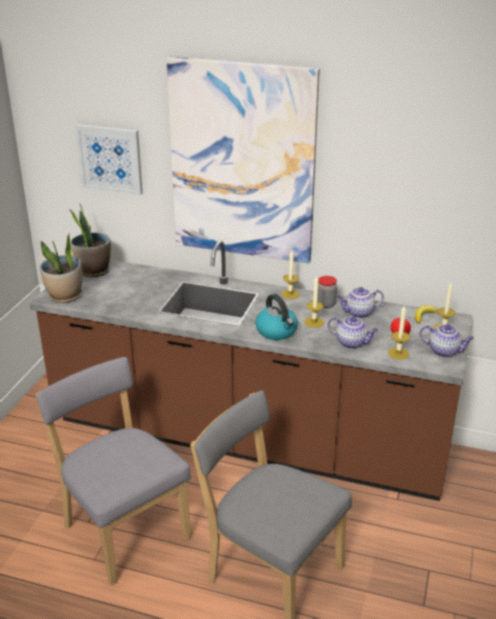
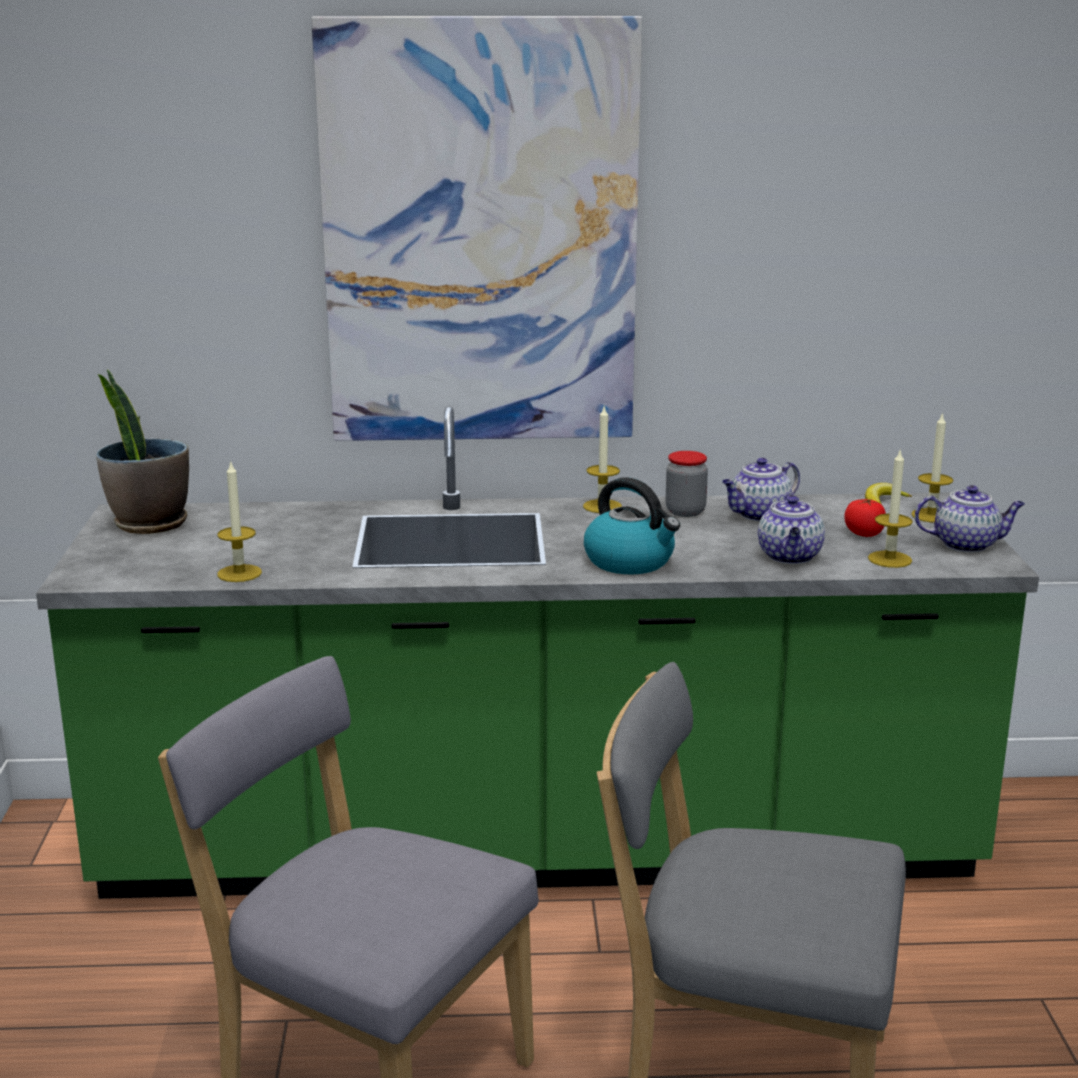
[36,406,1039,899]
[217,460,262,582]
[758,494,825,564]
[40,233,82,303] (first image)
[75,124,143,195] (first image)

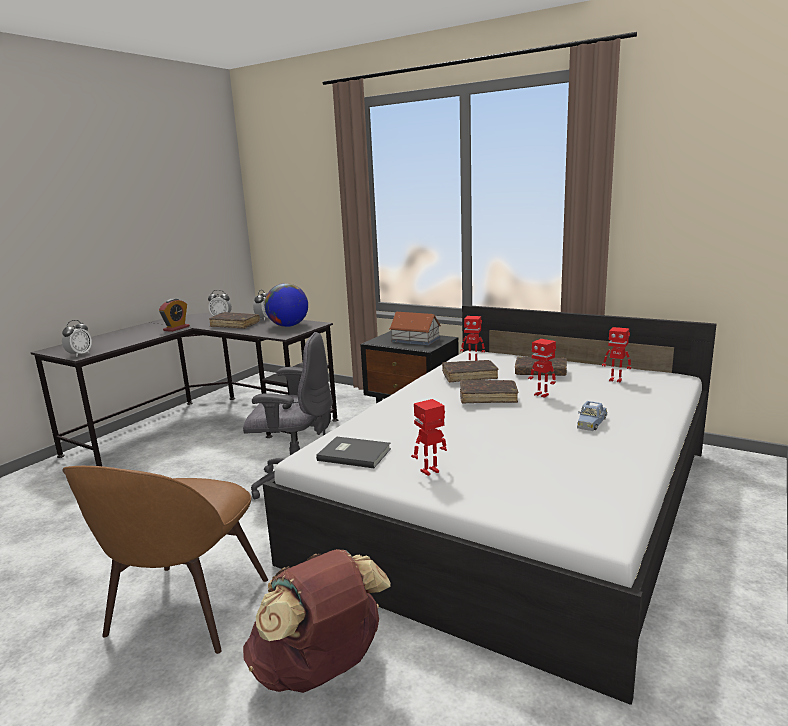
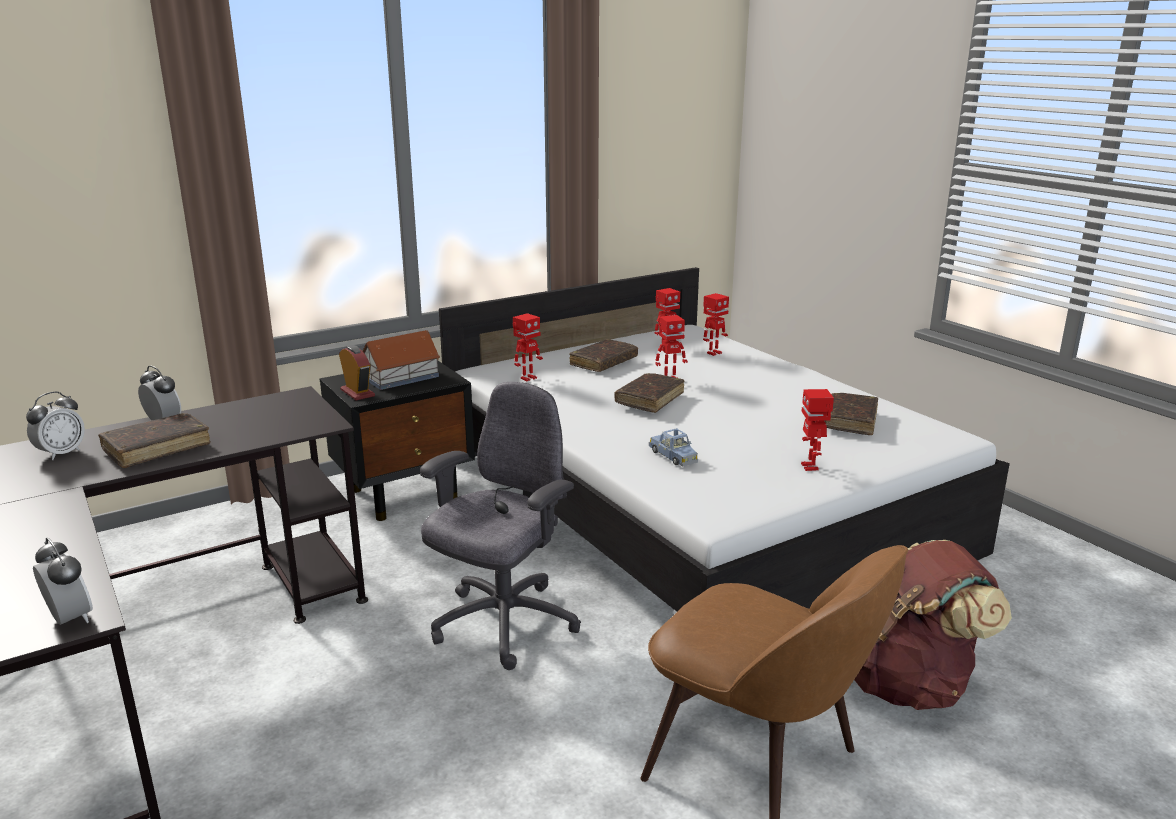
[339,345,375,401]
[649,428,698,467]
[703,293,729,356]
[824,393,878,435]
[264,283,308,327] (first image)
[316,436,391,468] (first image)

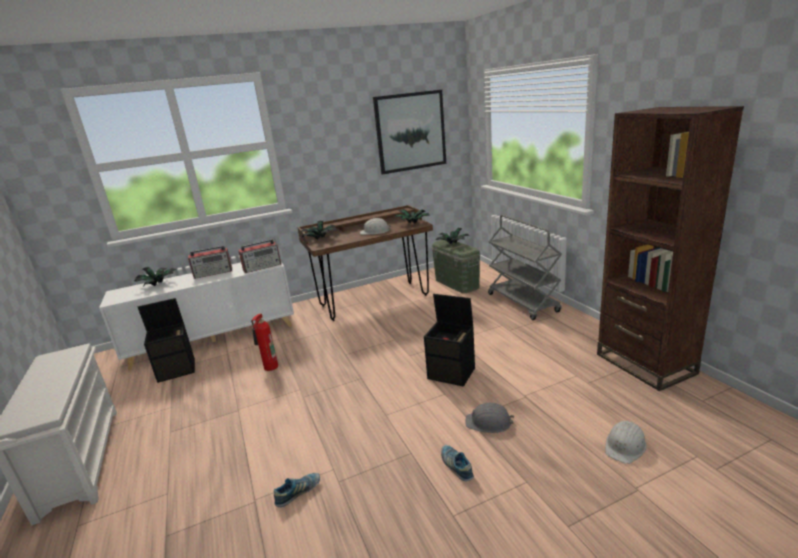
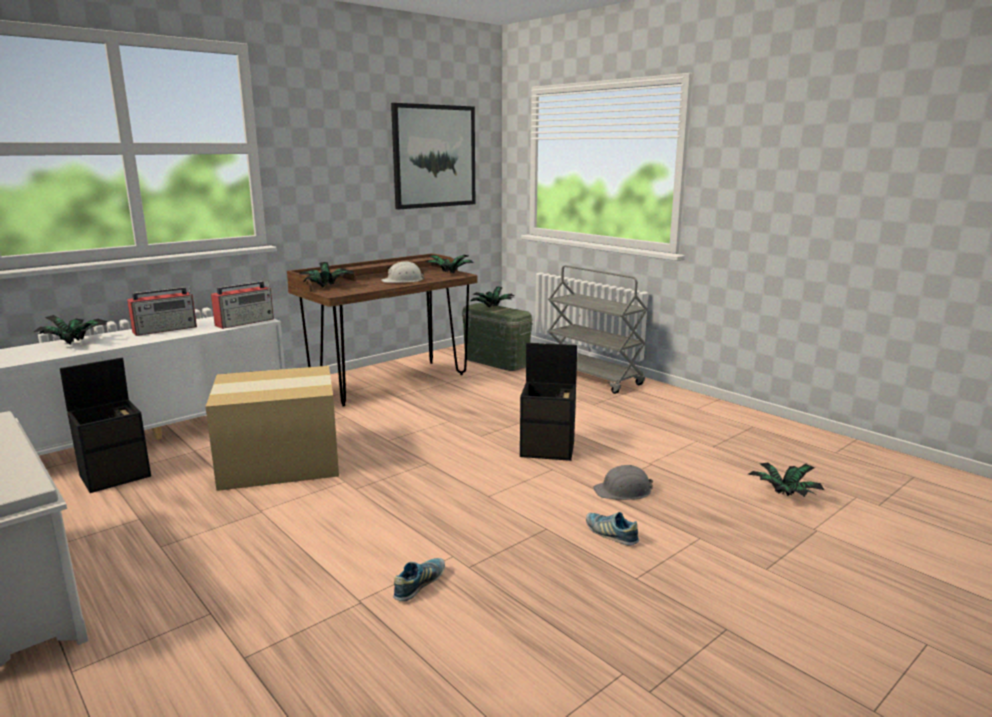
[205,366,339,491]
[748,462,824,497]
[597,106,744,391] (first image)

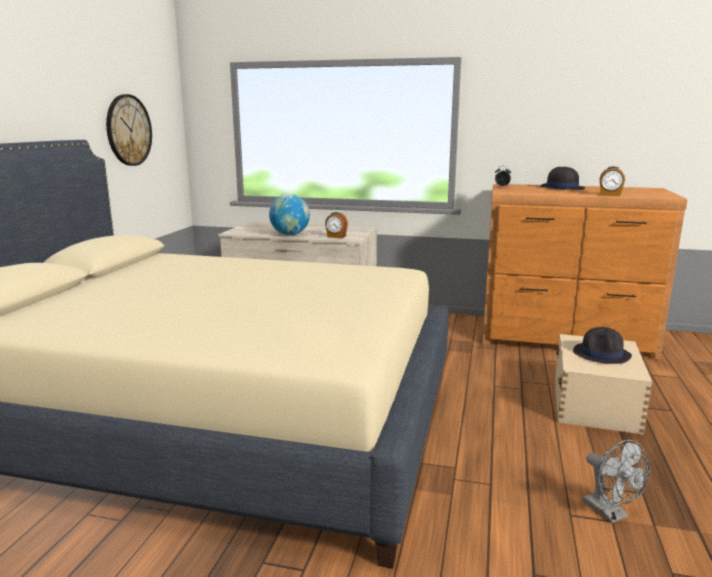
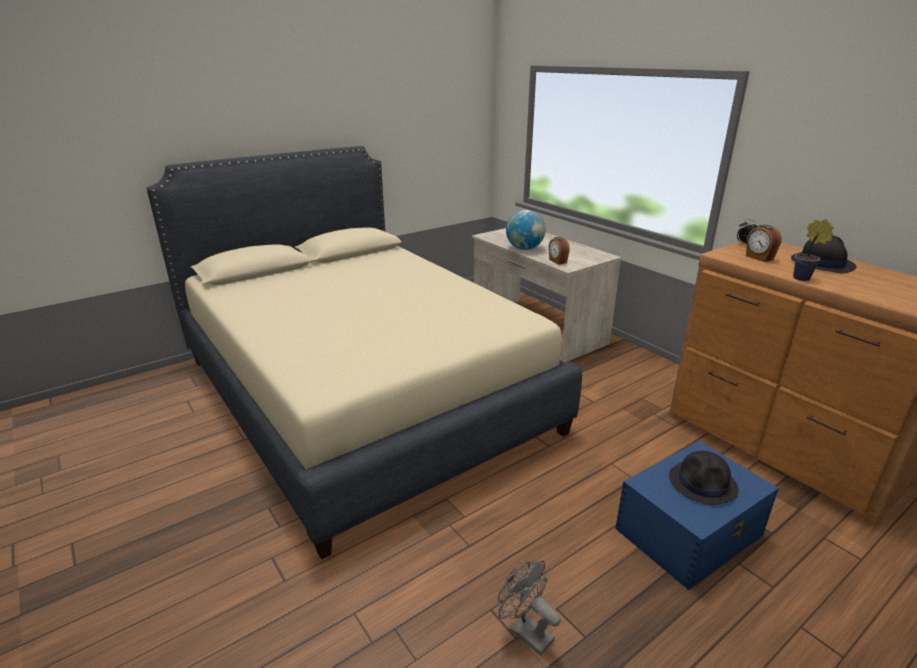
[498,560,561,656]
[615,441,779,590]
[746,225,782,262]
[793,219,834,281]
[106,94,152,166] (first image)

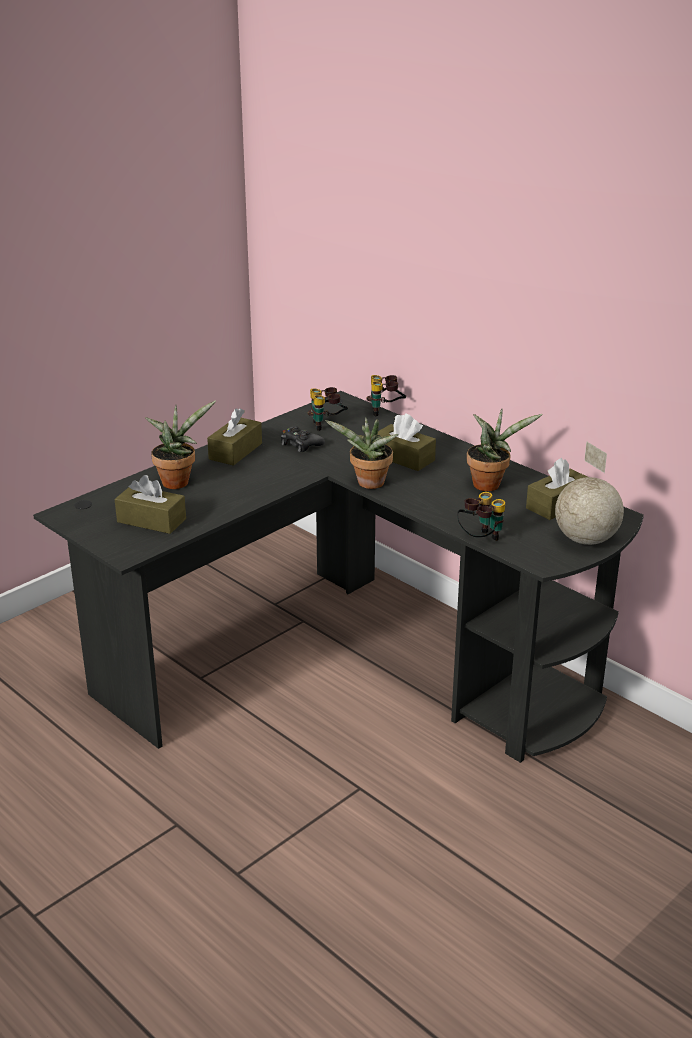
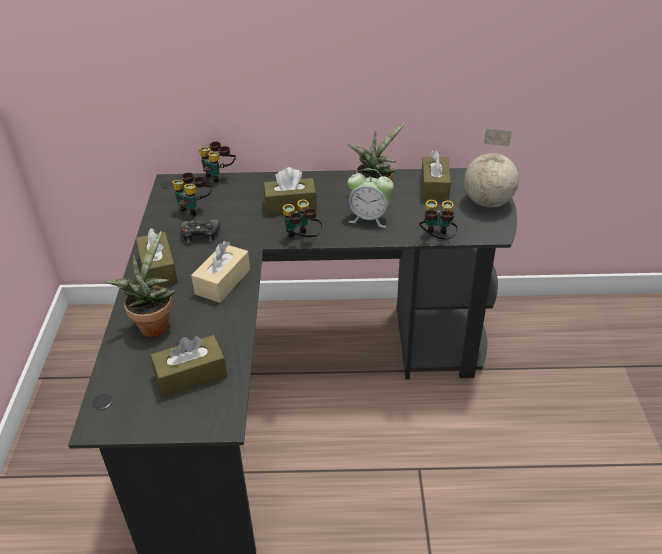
[191,241,250,303]
[283,199,323,238]
[347,168,394,228]

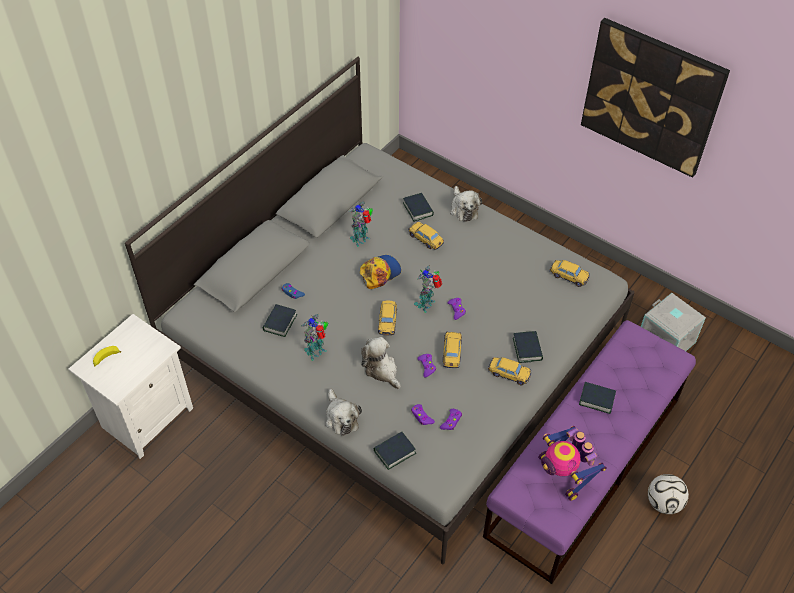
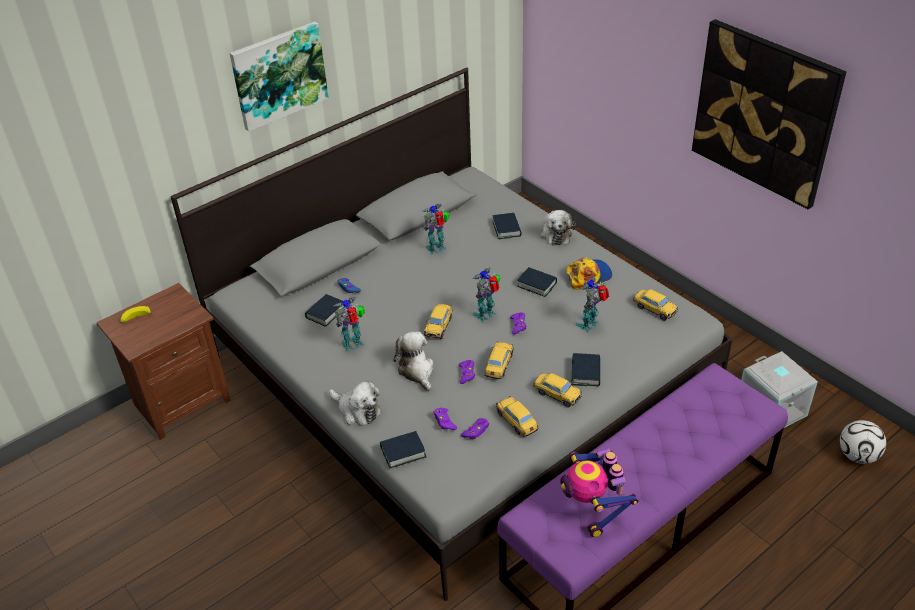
[96,283,231,440]
[230,21,329,132]
[329,381,381,425]
[496,396,539,437]
[517,267,557,297]
[566,257,612,290]
[576,276,609,334]
[840,420,886,464]

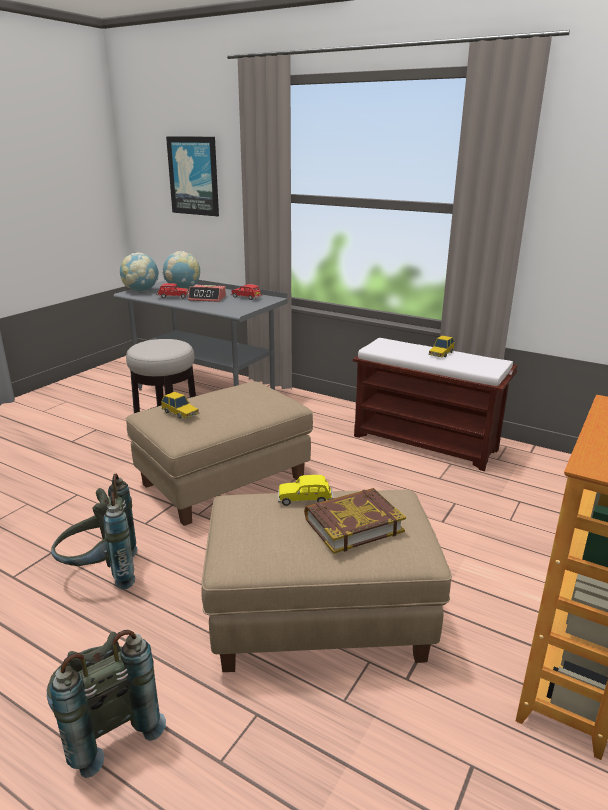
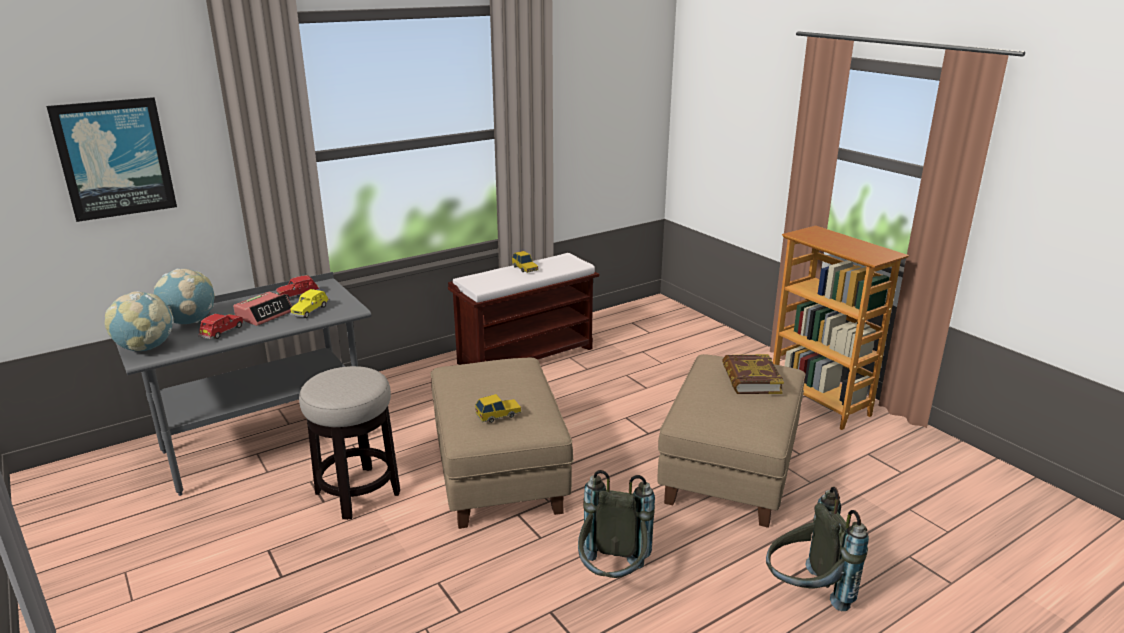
[290,289,330,318]

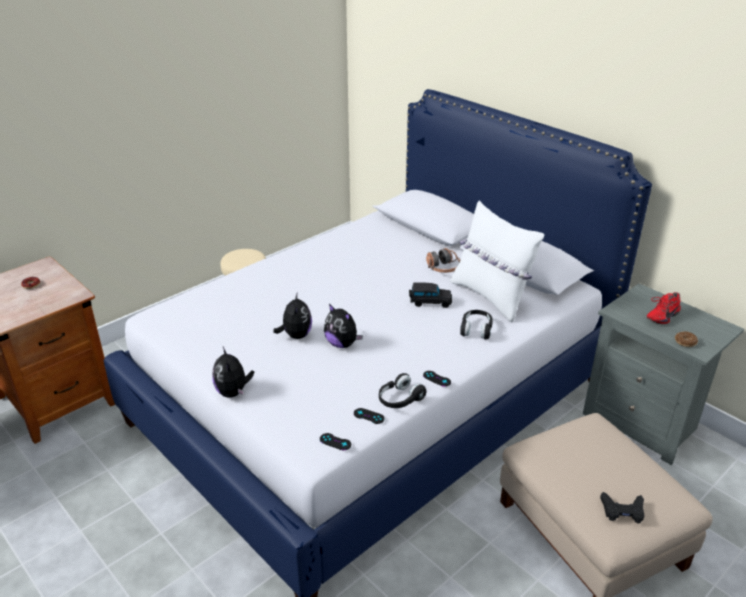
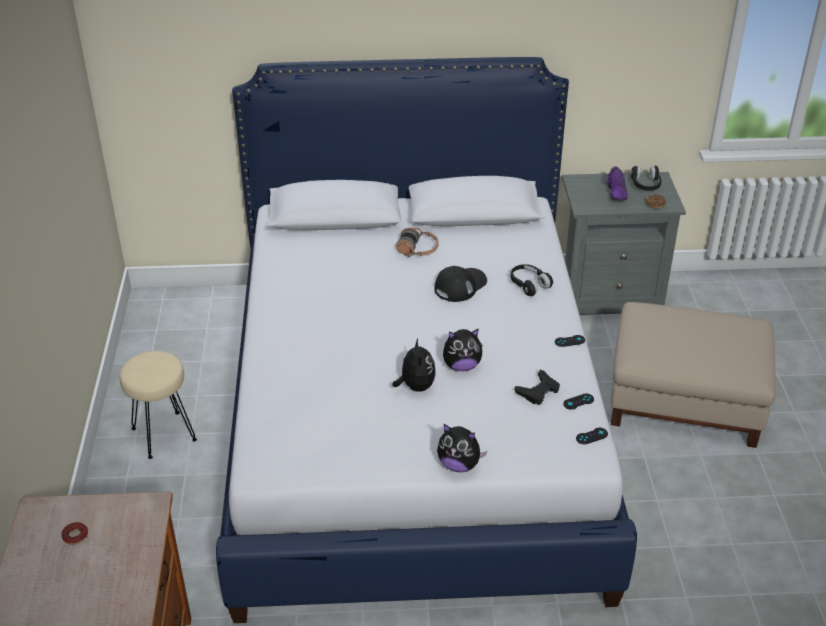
[393,338,436,392]
[434,266,487,302]
[515,369,560,405]
[604,166,628,201]
[631,166,661,190]
[450,200,544,323] (first image)

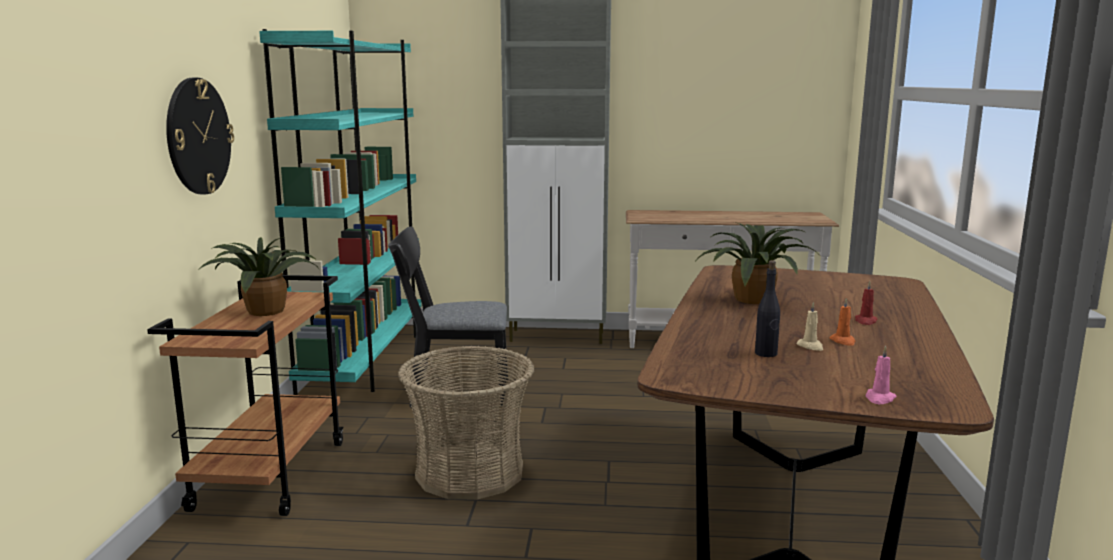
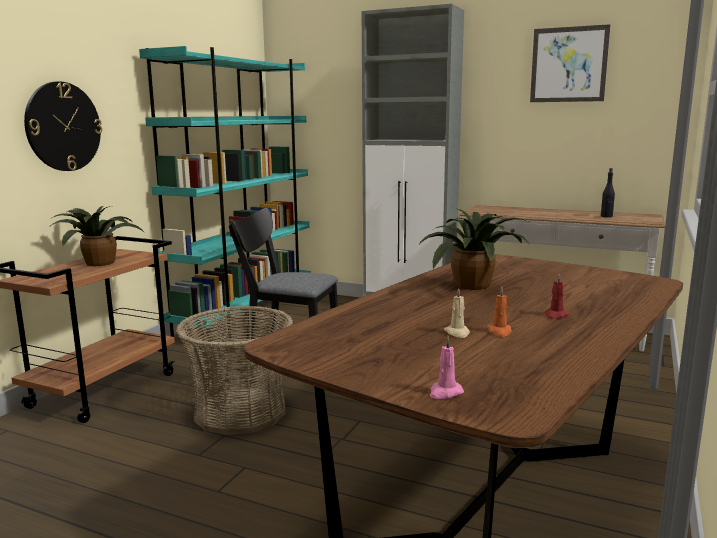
[530,24,610,102]
[601,168,615,218]

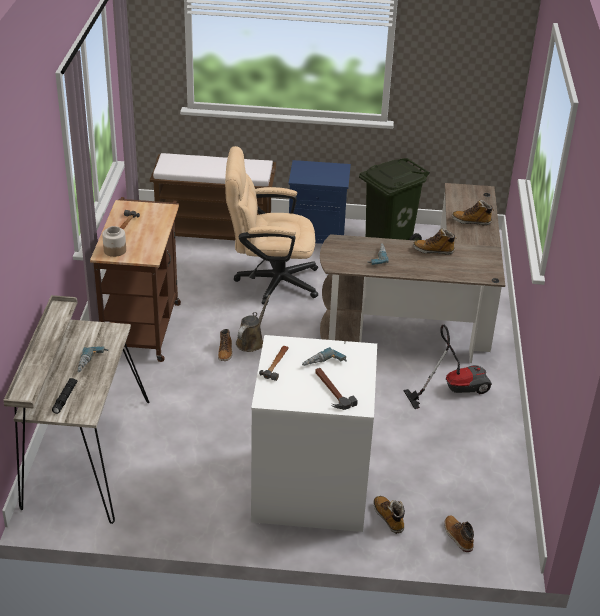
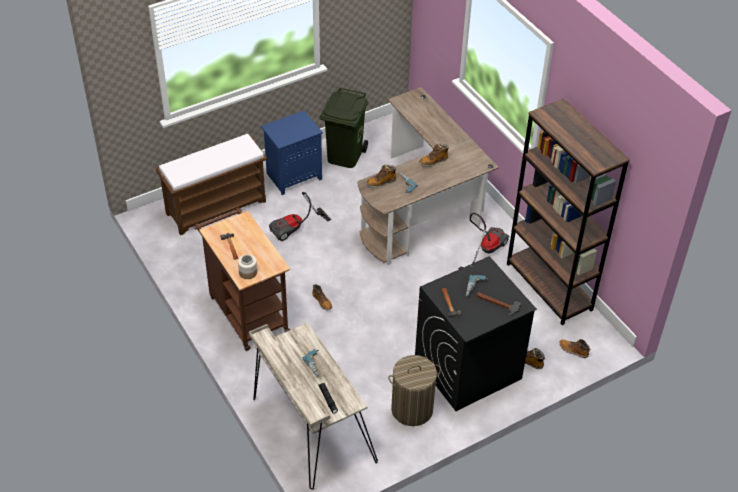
[269,192,331,241]
[366,165,397,188]
[388,355,441,426]
[415,256,537,411]
[507,98,630,325]
[236,295,271,352] (first image)

